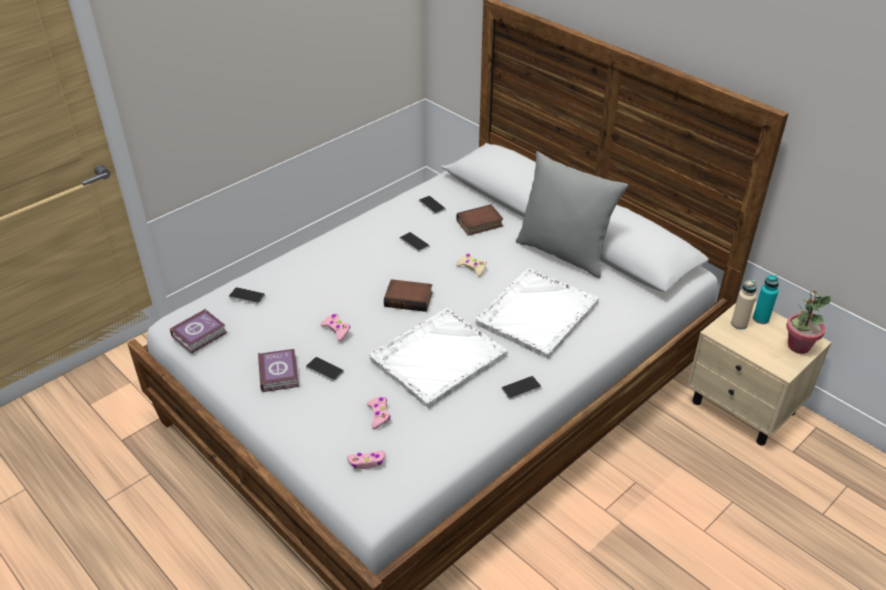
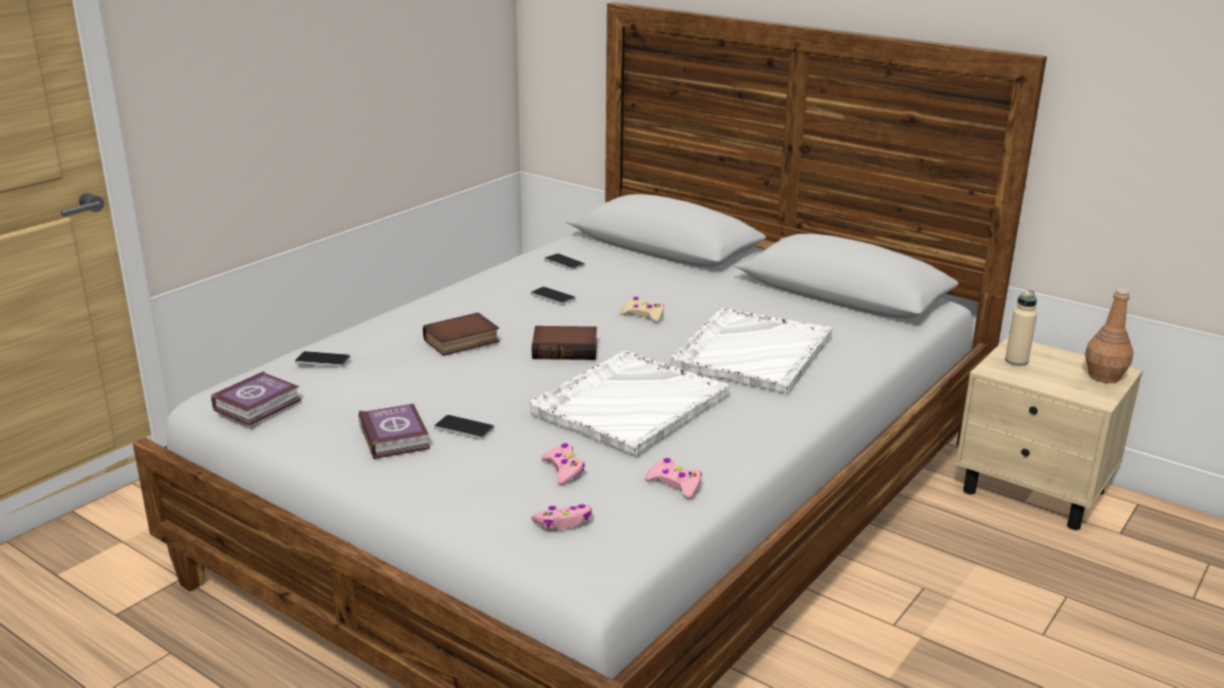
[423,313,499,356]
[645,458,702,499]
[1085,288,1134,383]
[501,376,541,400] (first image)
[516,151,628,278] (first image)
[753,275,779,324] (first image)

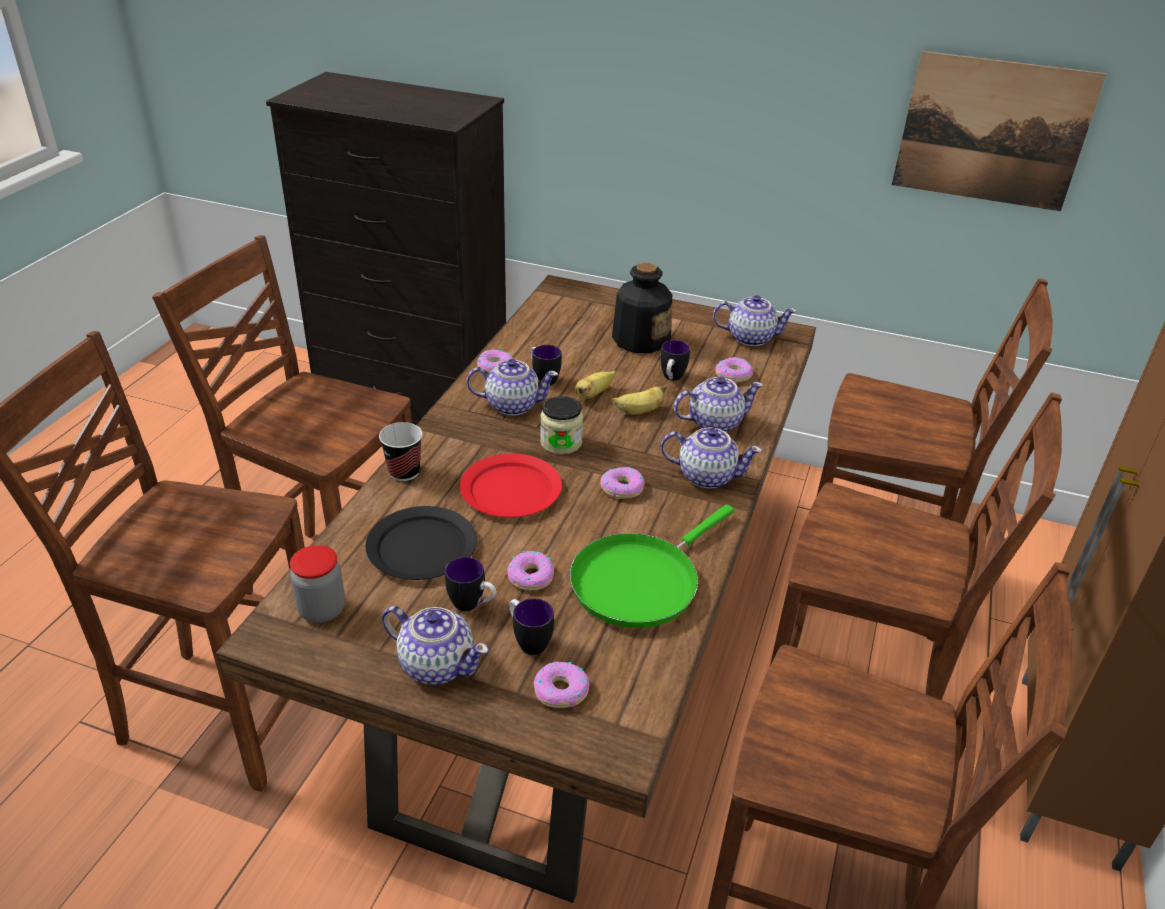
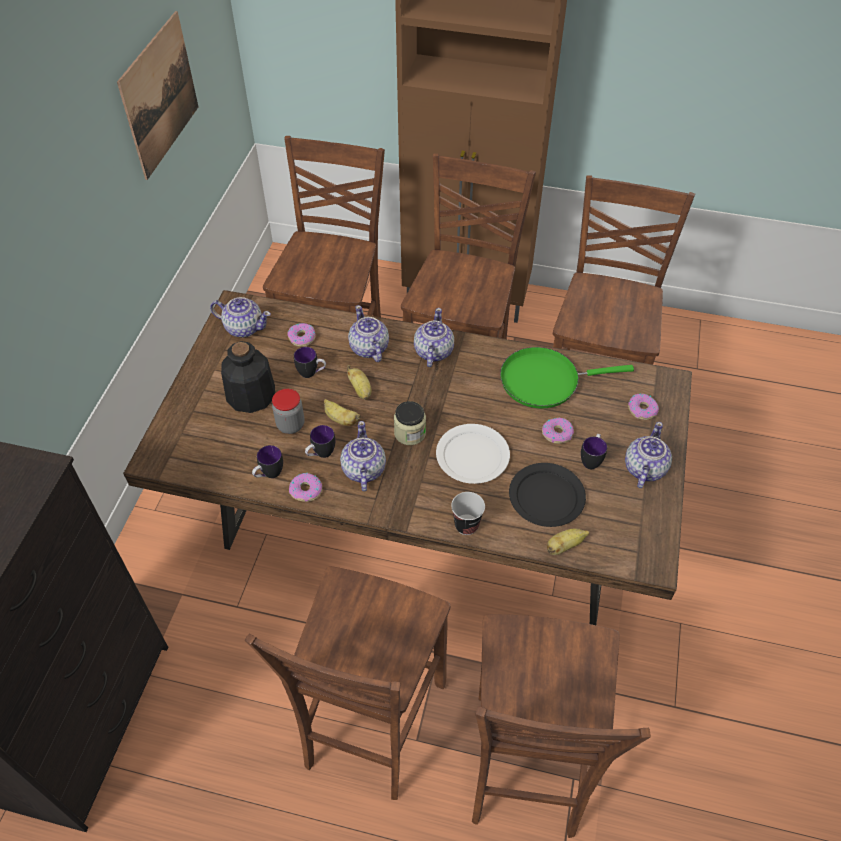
[210,297,271,338]
[252,445,283,478]
[272,389,304,434]
[436,424,510,484]
[500,347,634,409]
[547,528,589,555]
[601,467,645,499] (first image)

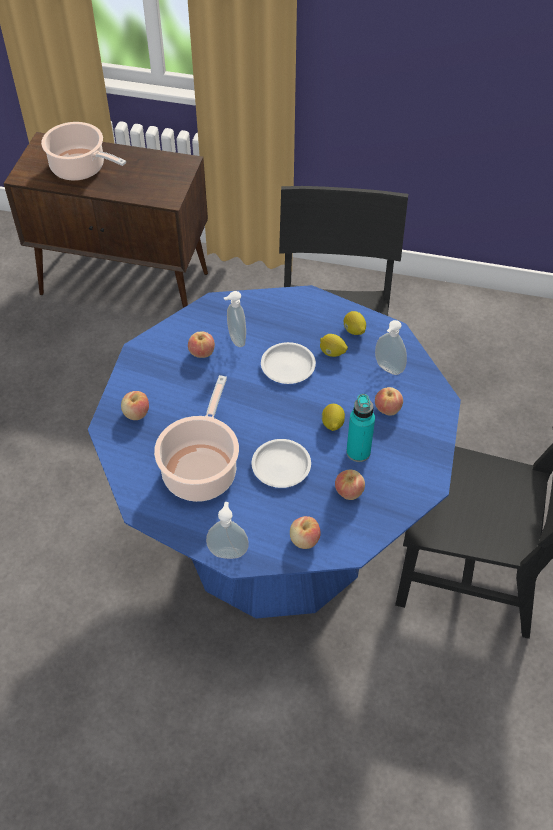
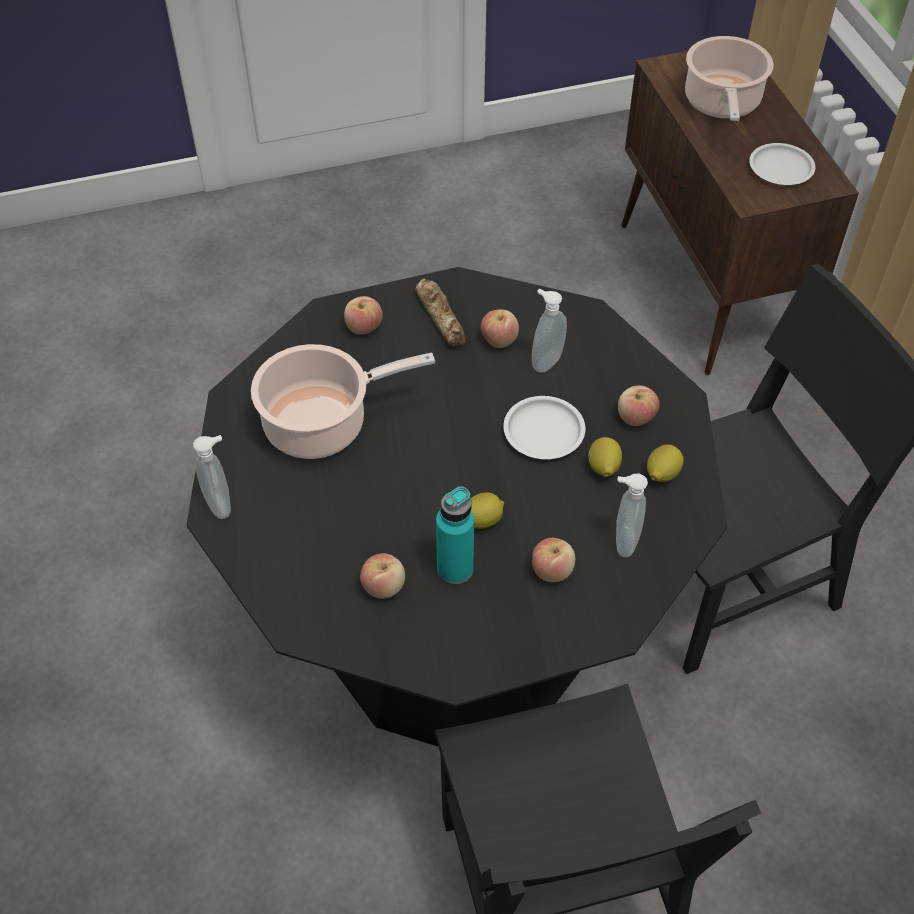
[186,267,727,746]
[415,278,465,347]
[618,385,659,426]
[749,143,815,185]

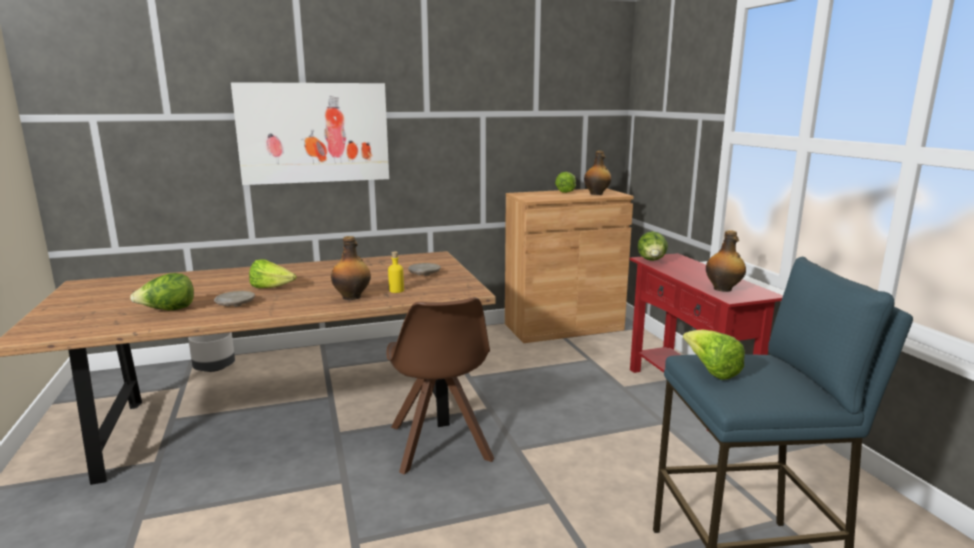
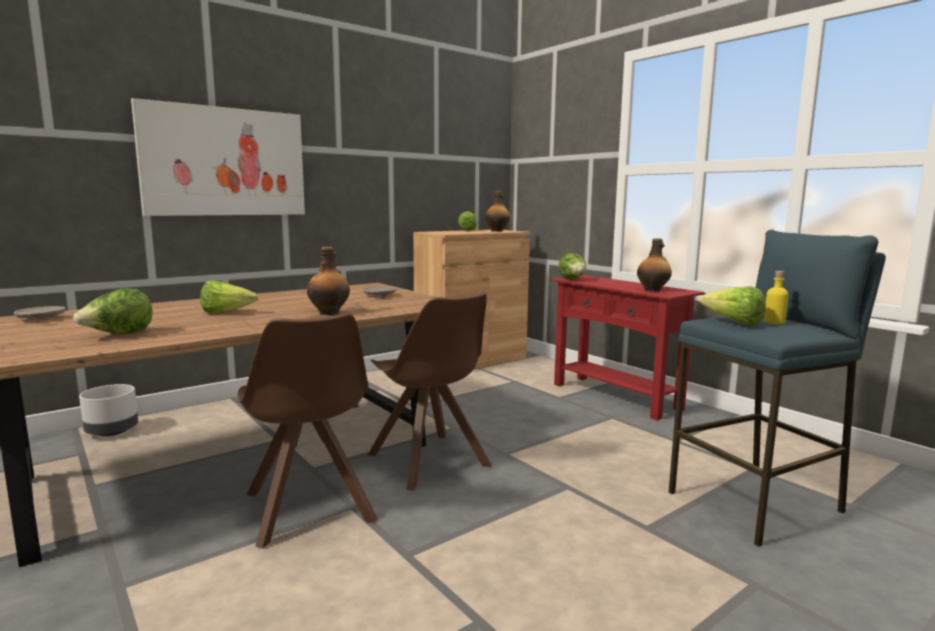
[14,306,66,321]
[237,313,378,549]
[764,271,789,324]

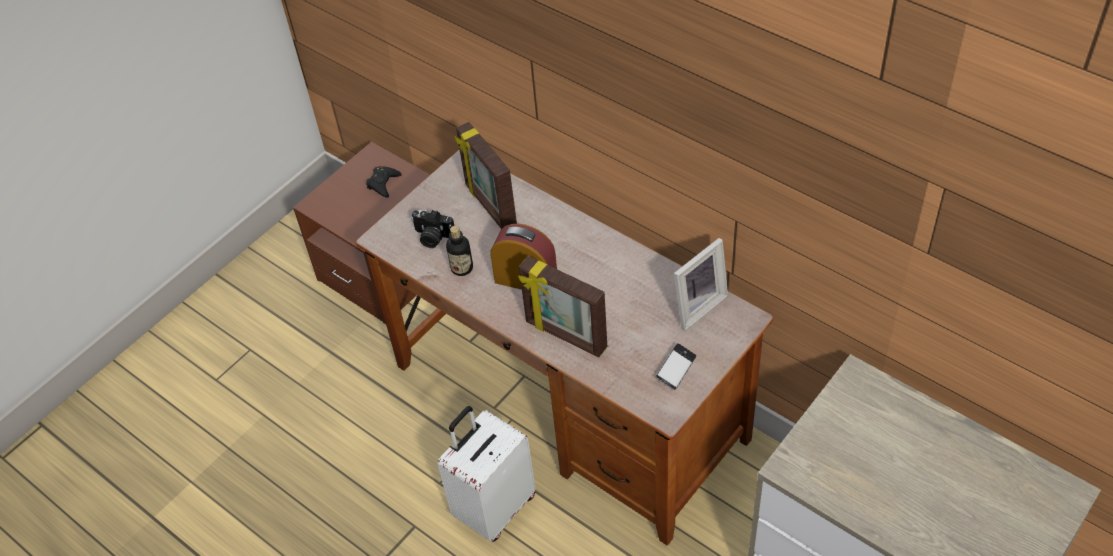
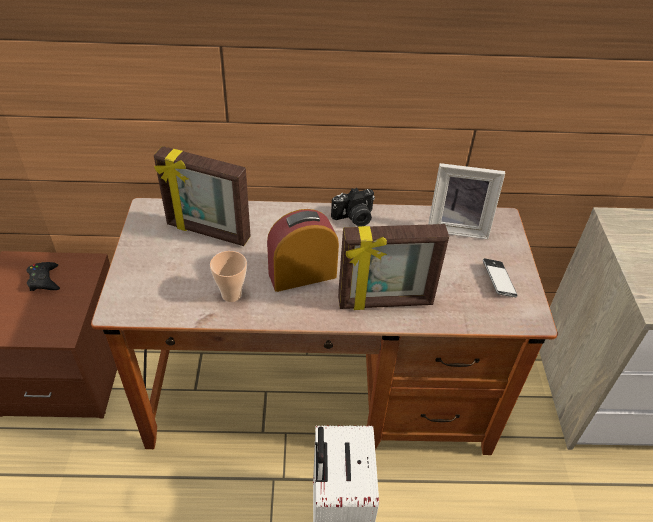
[210,251,247,302]
[331,188,375,227]
[428,163,505,239]

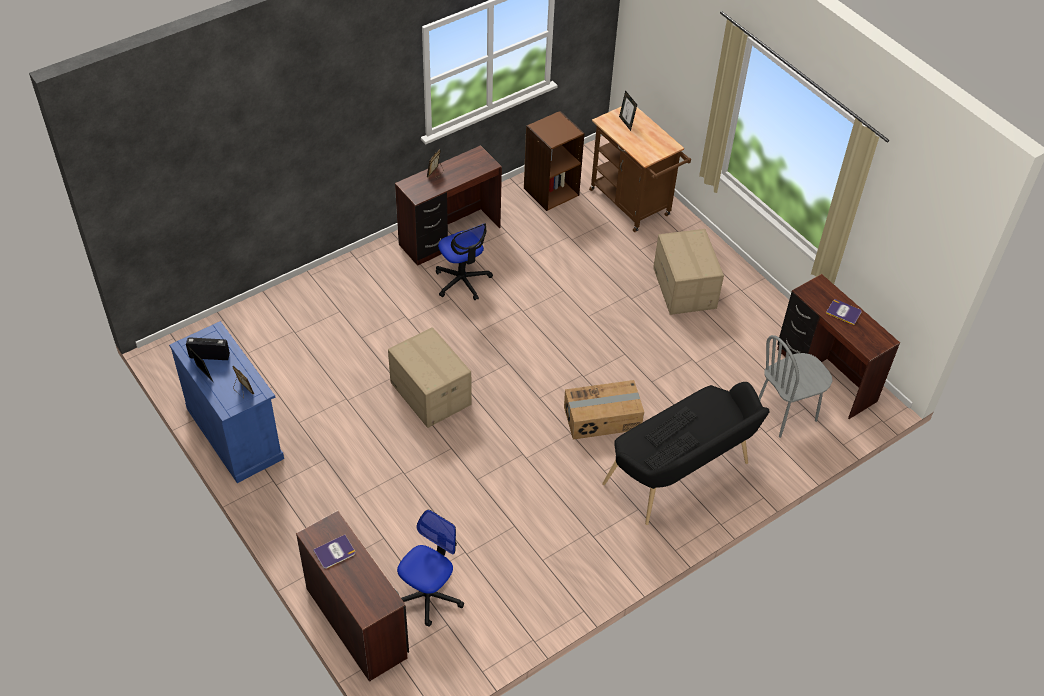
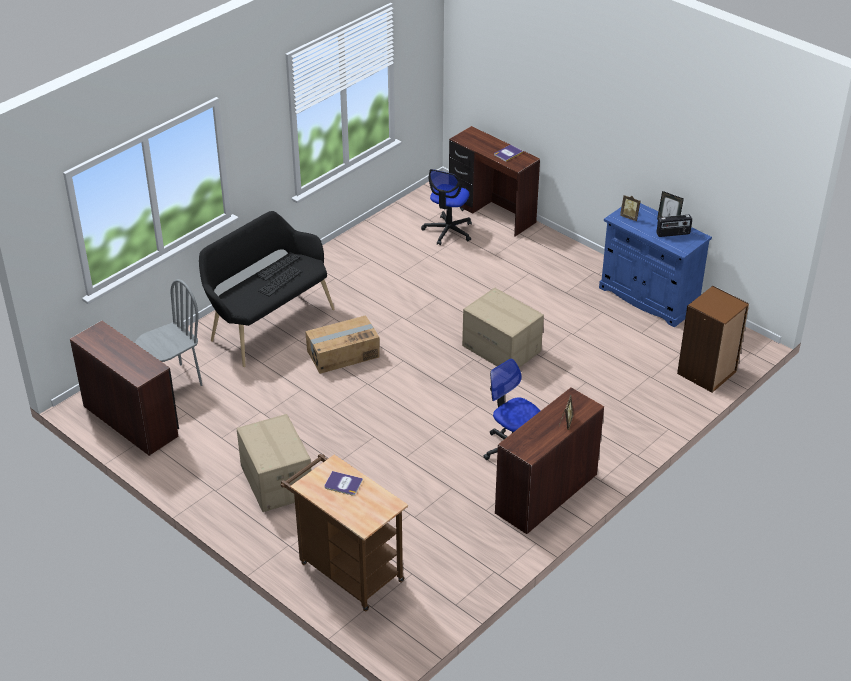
[324,471,363,495]
[677,286,749,393]
[619,90,637,131] (first image)

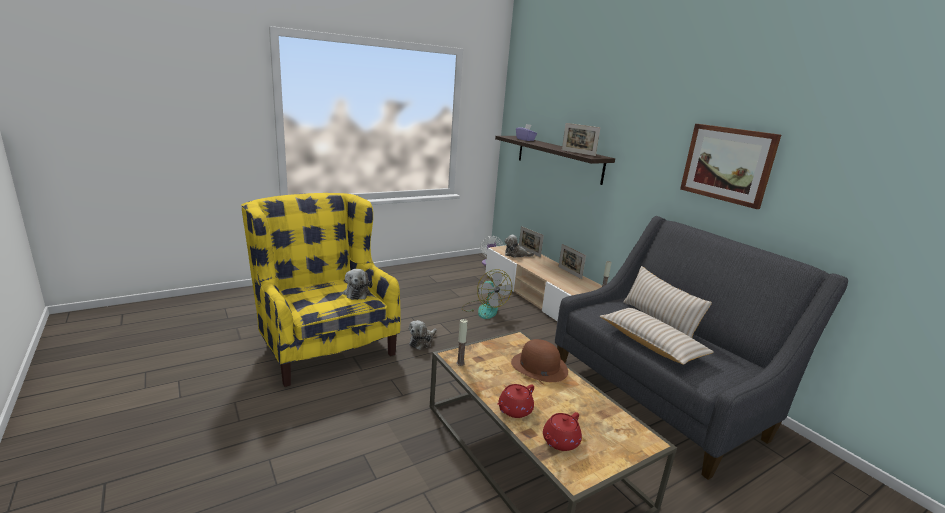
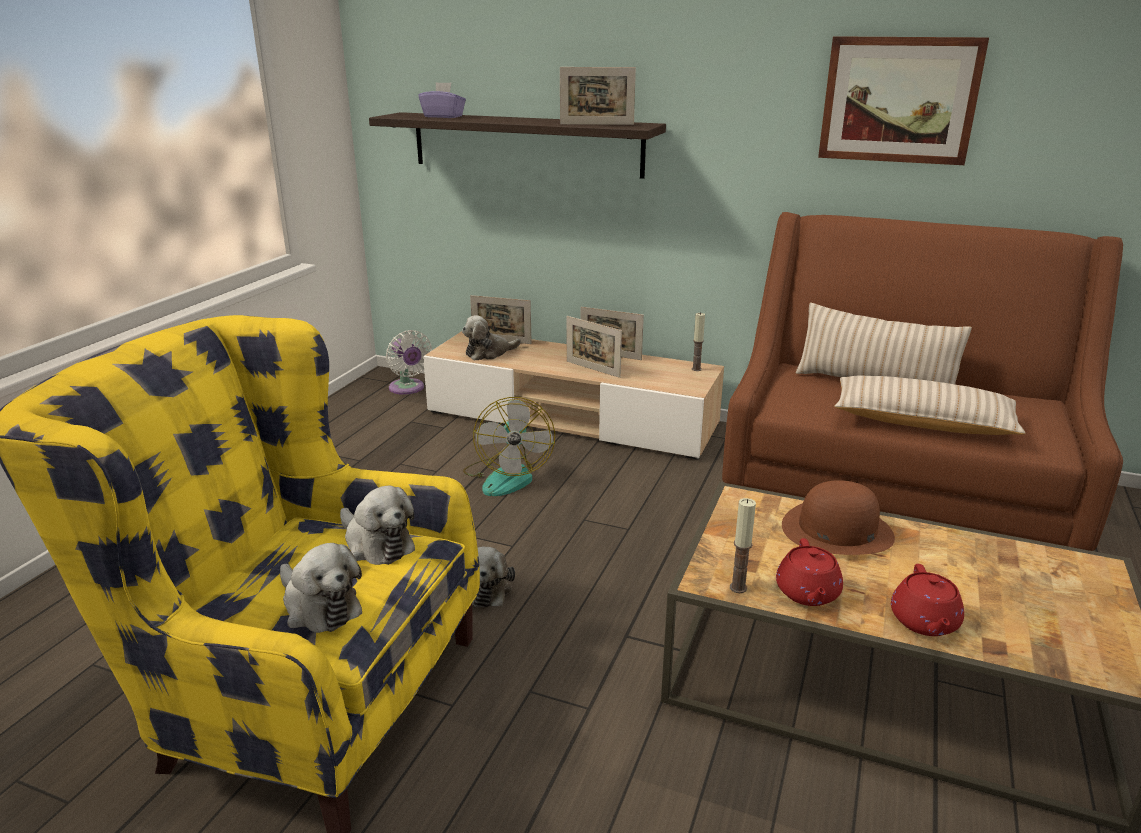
[280,543,362,633]
[463,397,555,496]
[567,316,622,378]
[722,212,1123,551]
[776,538,843,606]

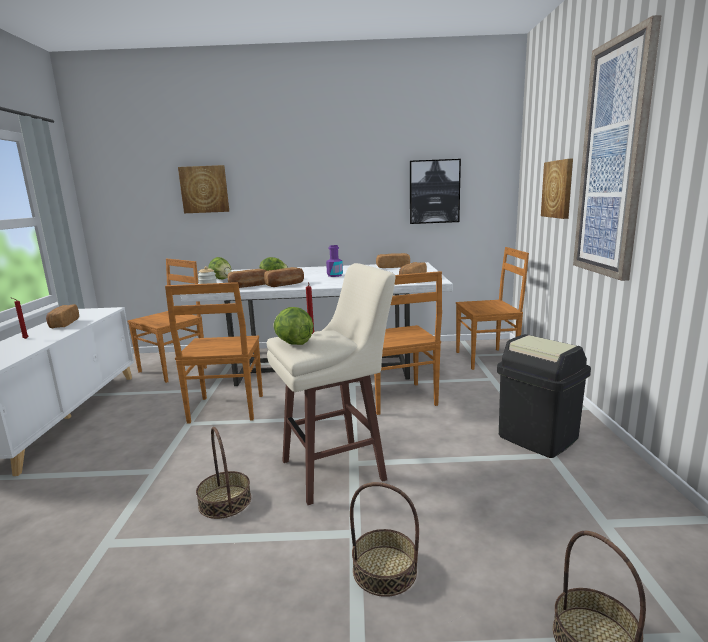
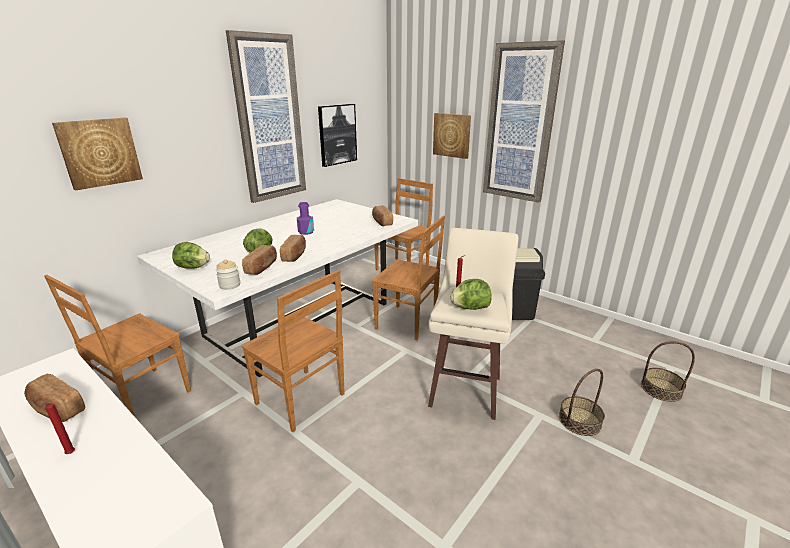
[44,275,191,417]
[226,30,306,203]
[196,427,251,519] (first image)
[376,253,410,268] (first image)

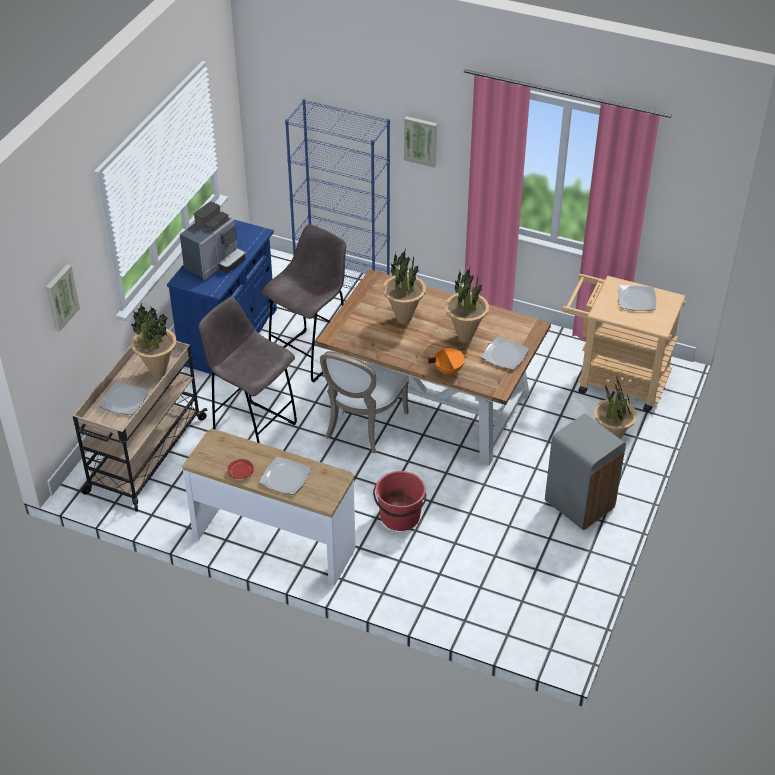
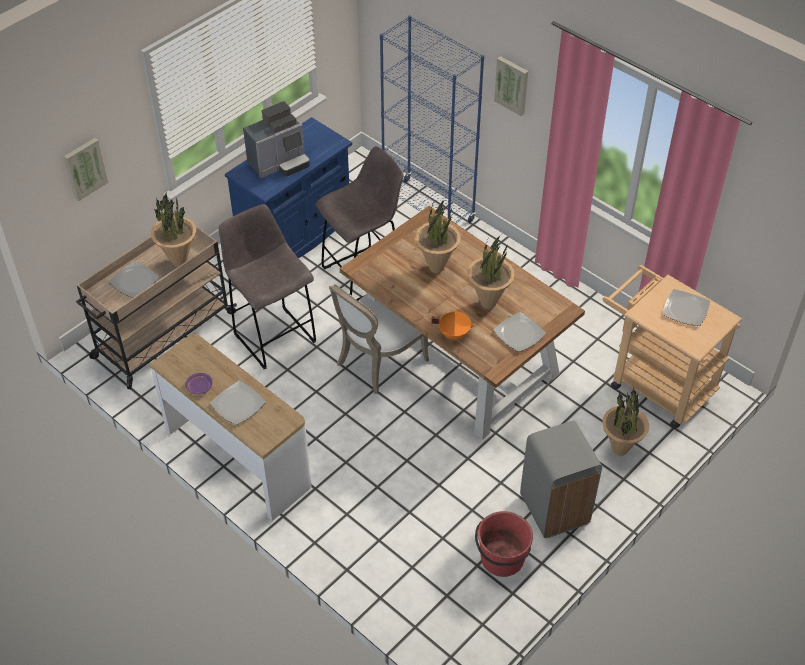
[185,373,213,394]
[475,511,533,577]

